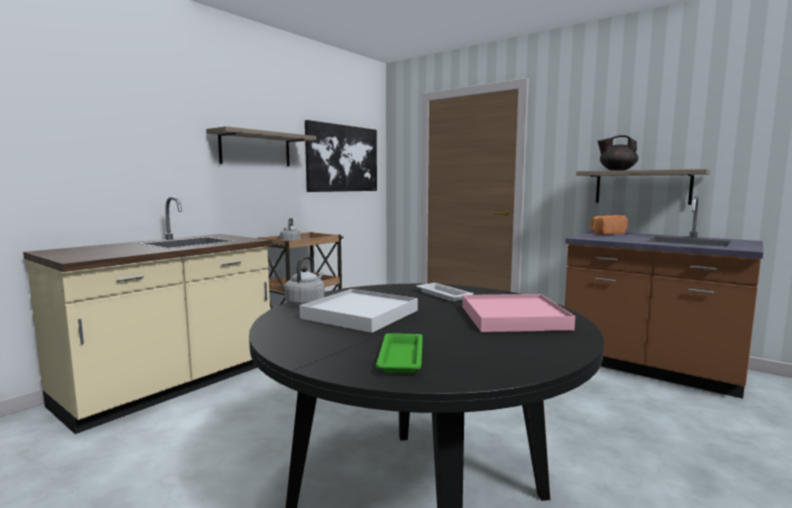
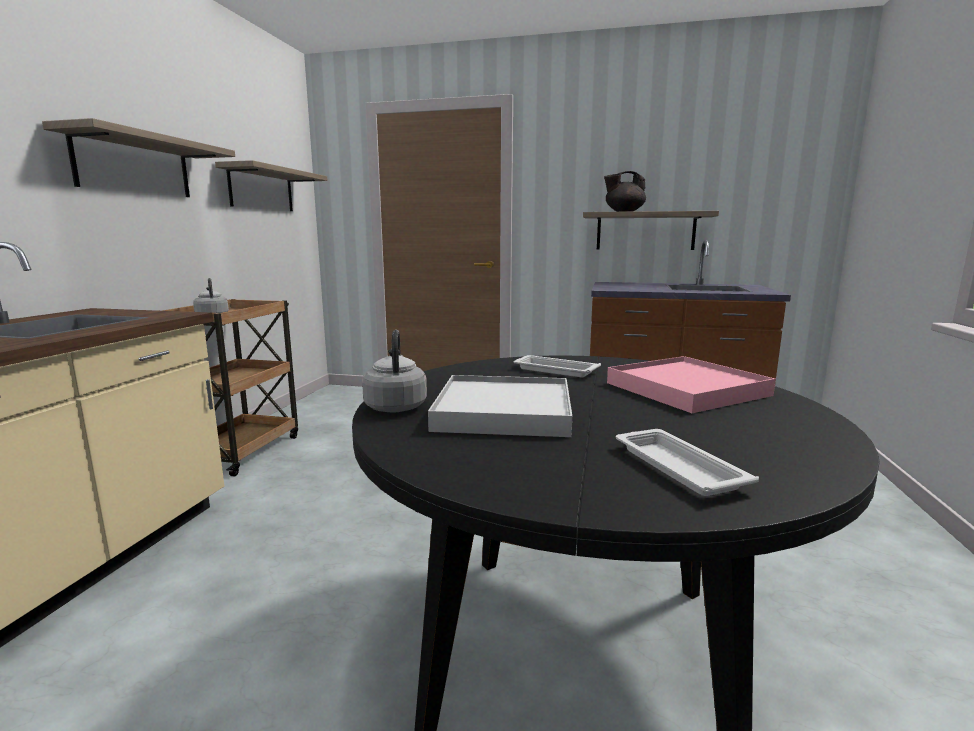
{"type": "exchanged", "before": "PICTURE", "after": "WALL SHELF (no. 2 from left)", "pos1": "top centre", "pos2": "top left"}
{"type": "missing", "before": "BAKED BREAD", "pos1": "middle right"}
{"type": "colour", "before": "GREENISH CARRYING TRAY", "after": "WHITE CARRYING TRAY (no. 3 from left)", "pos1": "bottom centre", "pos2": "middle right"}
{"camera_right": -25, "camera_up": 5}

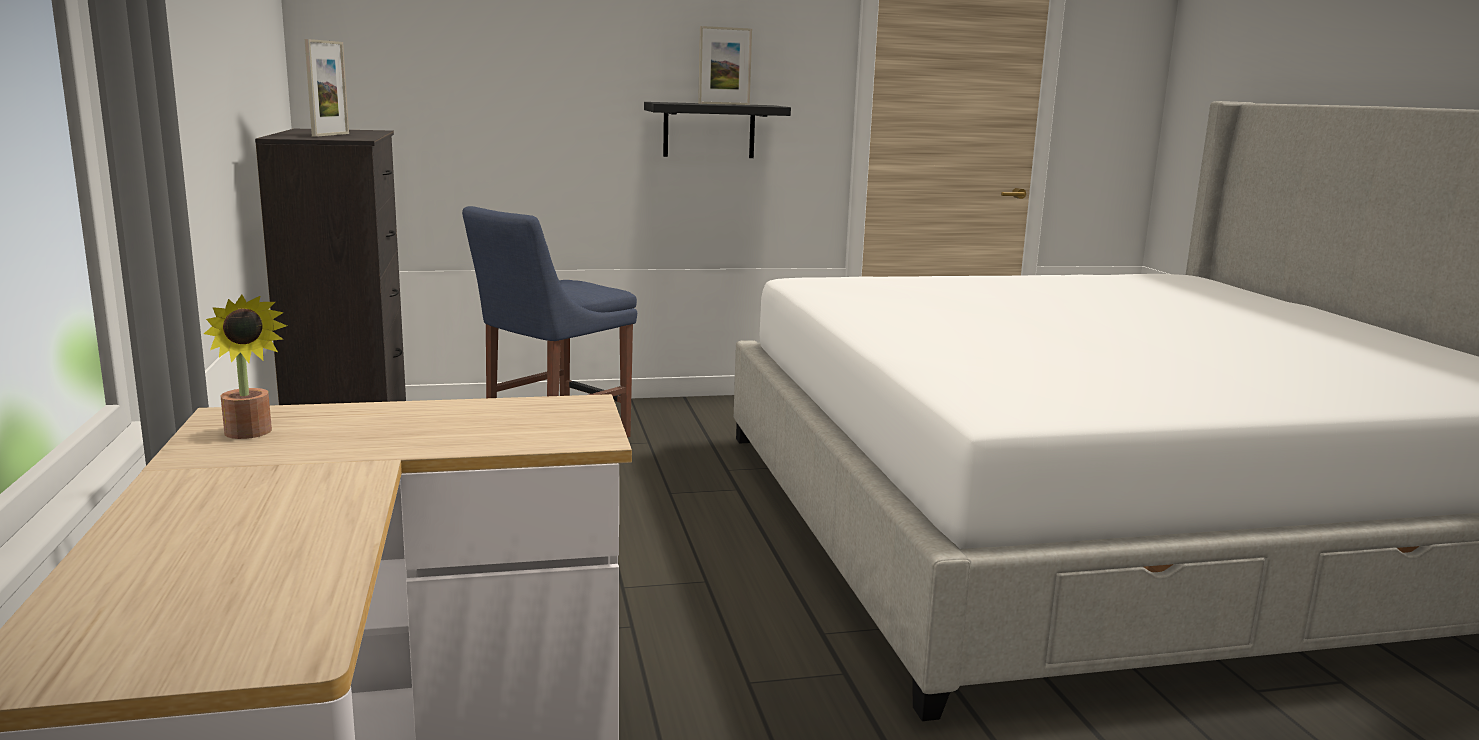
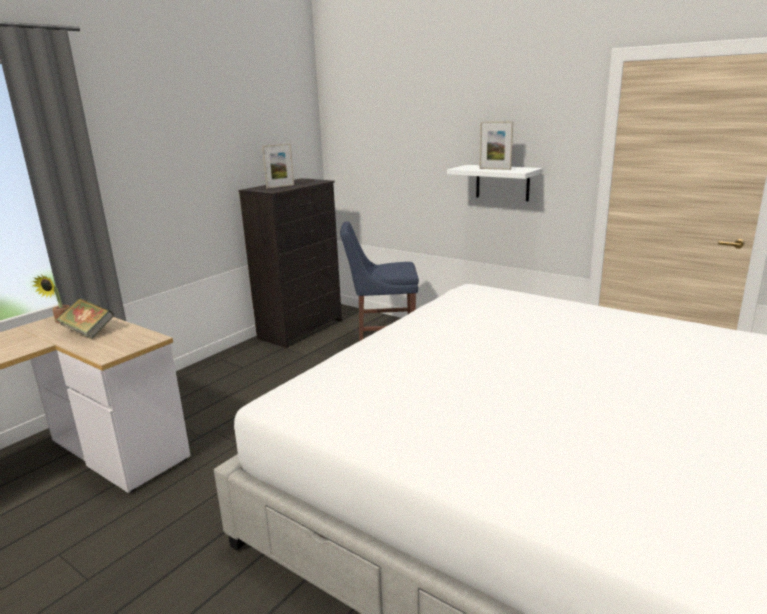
{"type": "colour", "before": "BLACKISH WALL SHELF", "after": "WHITE WALL SHELF", "pos1": "top centre", "pos2": "top centre"}
{"type": "appeared", "after": "BOOK", "pos2": "middle left"}
{"camera_right": 50, "camera_up": 5}

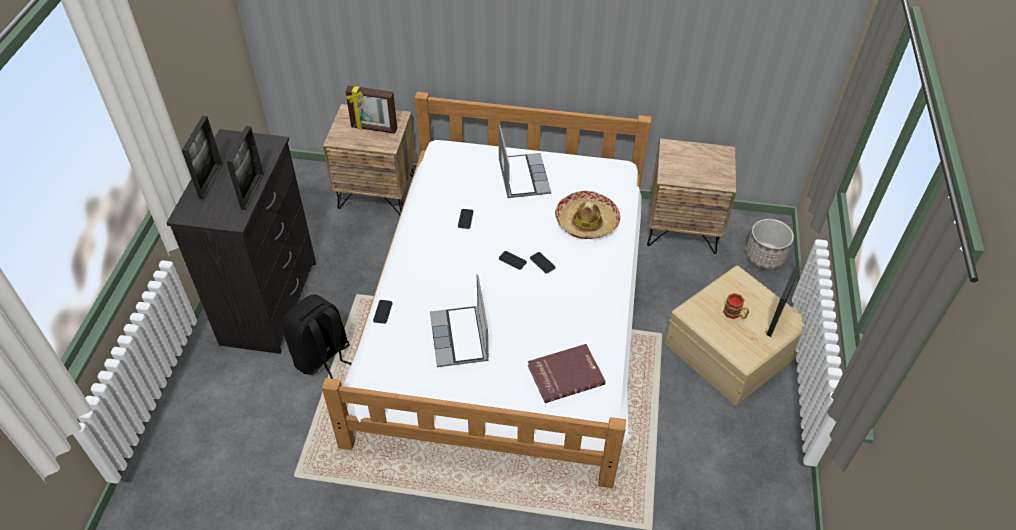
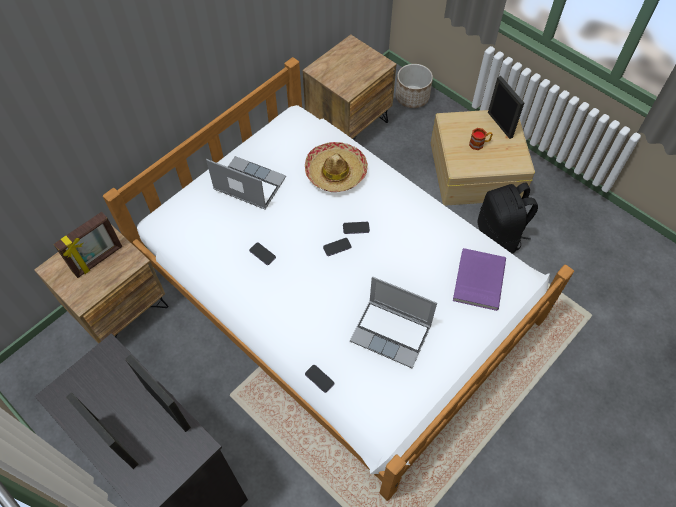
{"type": "relocated", "before": "BLACKISH KNAPSACK", "pos1": "middle left", "pos2": "middle right"}
{"type": "colour", "before": "RED-COLOURED BOOK", "after": "PURPLE-COLOURED BOOK", "pos1": "bottom centre", "pos2": "middle right"}
{"camera_right": -55, "camera_up": 10}

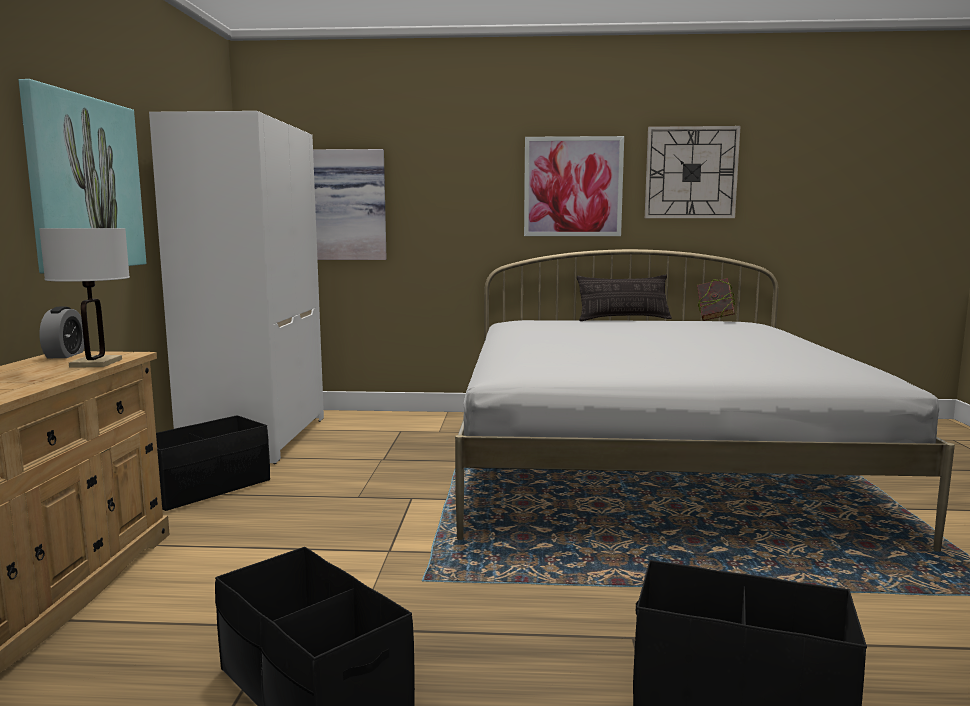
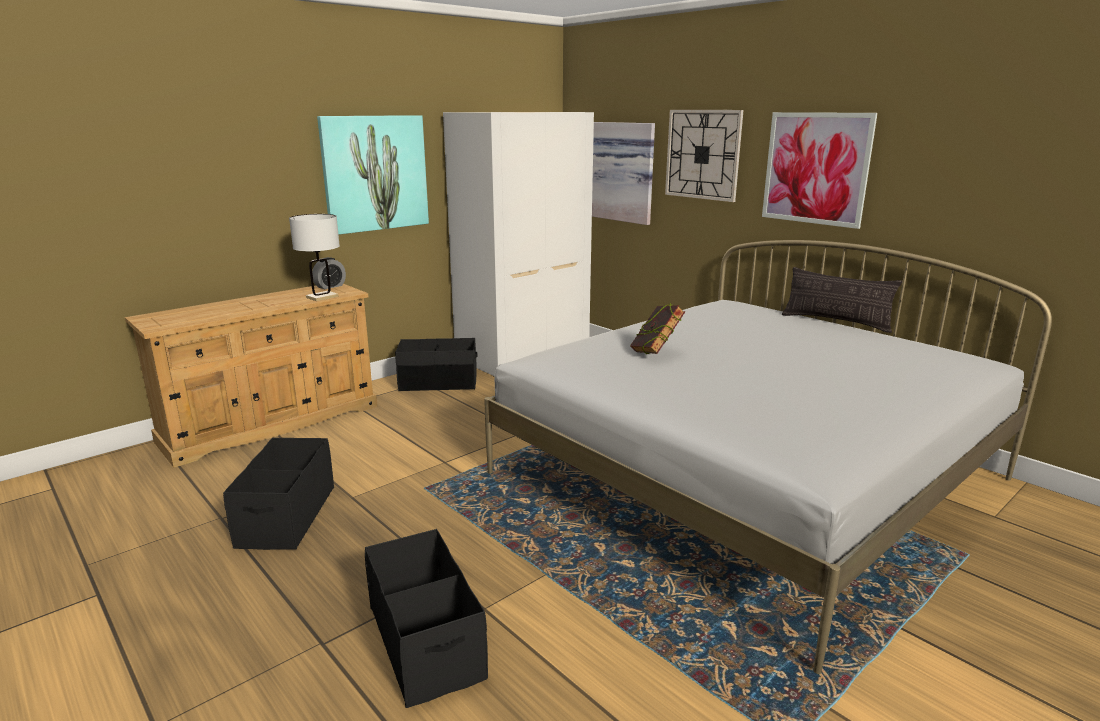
{"type": "relocated", "before": "HANGING CLOCK", "pos1": "top right", "pos2": "top centre"}
{"type": "relocated", "before": "BOOK", "pos1": "middle right", "pos2": "centre"}
{"camera_right": 45, "camera_up": 10}

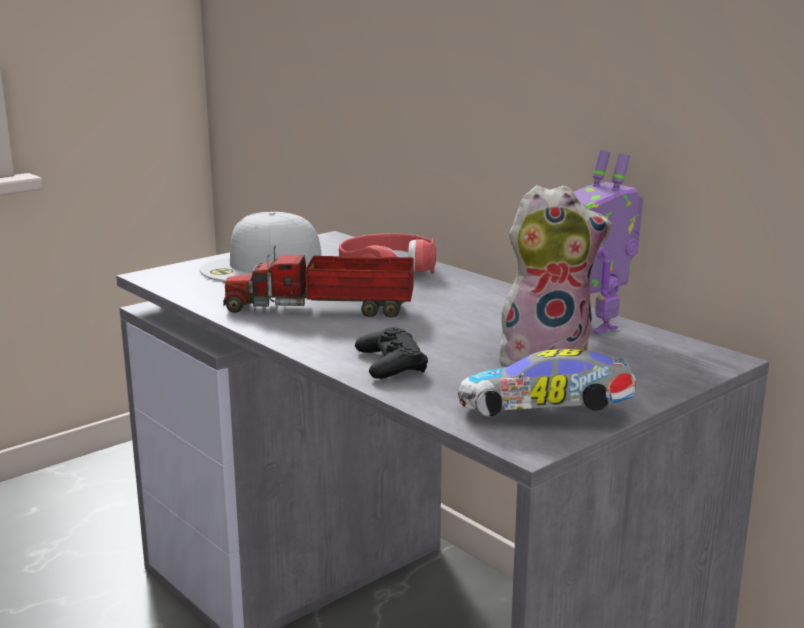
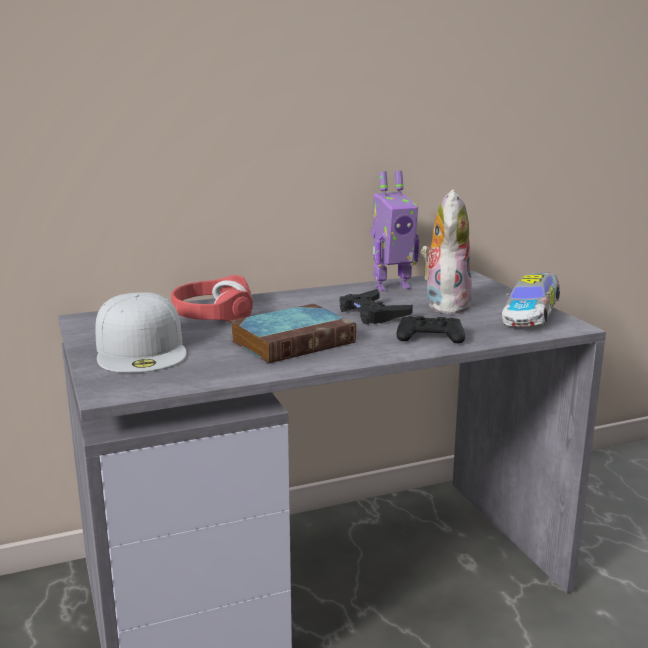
{"type": "exchanged", "before": "MODEL TRUCK", "after": "BOOK", "pos1": "centre", "pos2": "centre"}
{"type": "appeared", "after": "BLACKISH GAME CONTROLLER (no. 1 from left)", "pos2": "centre"}
{"camera_right": -70, "camera_up": 0}

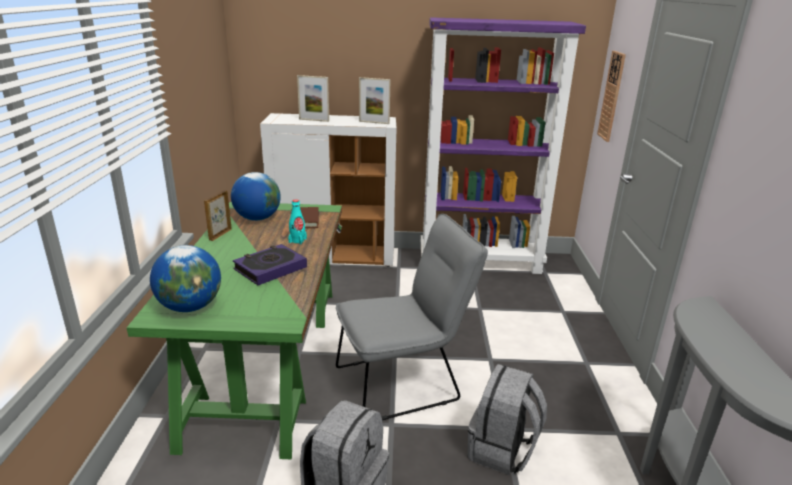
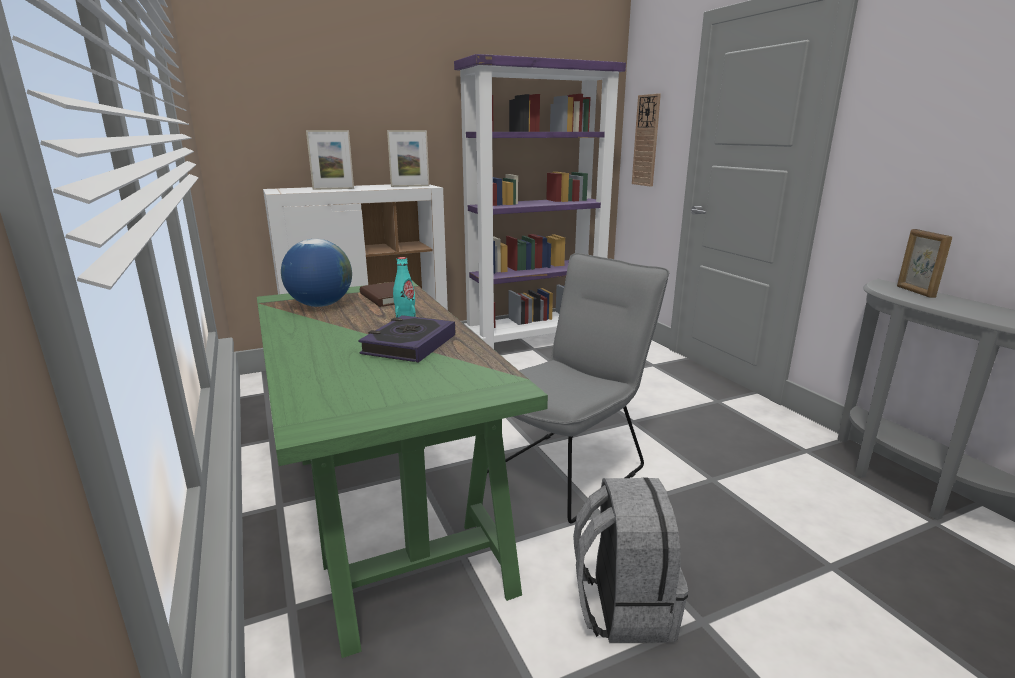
{"type": "relocated", "before": "PHOTO FRAME (no. 1 from left in the first image)", "after": "PHOTO FRAME (no. 3 from left)", "pos1": "middle left", "pos2": "middle right"}
{"type": "missing", "before": "DESK GLOBE (no. 1 from left)", "pos1": "middle left"}
{"type": "missing", "before": "GREY KNAPSACK (no. 2 from left)", "pos1": "bottom centre"}
{"camera_right": -25, "camera_up": -5}

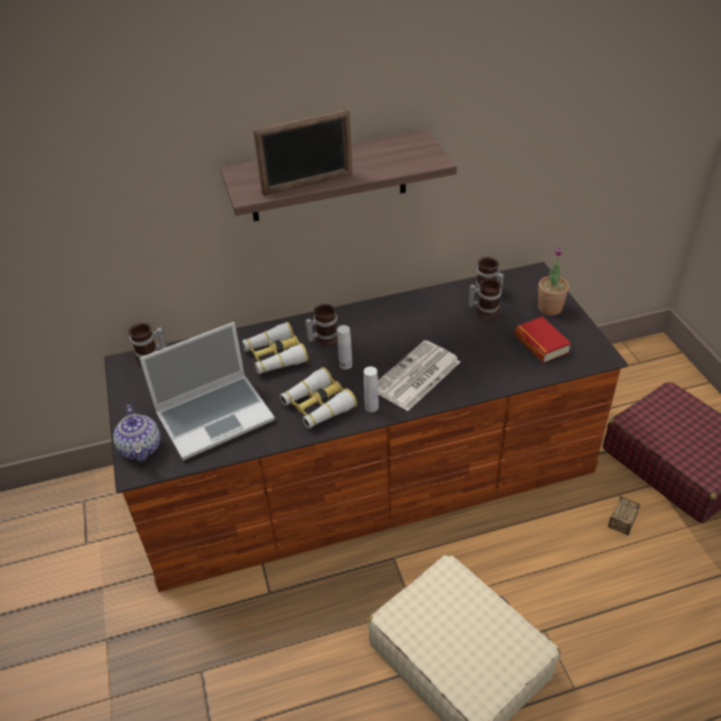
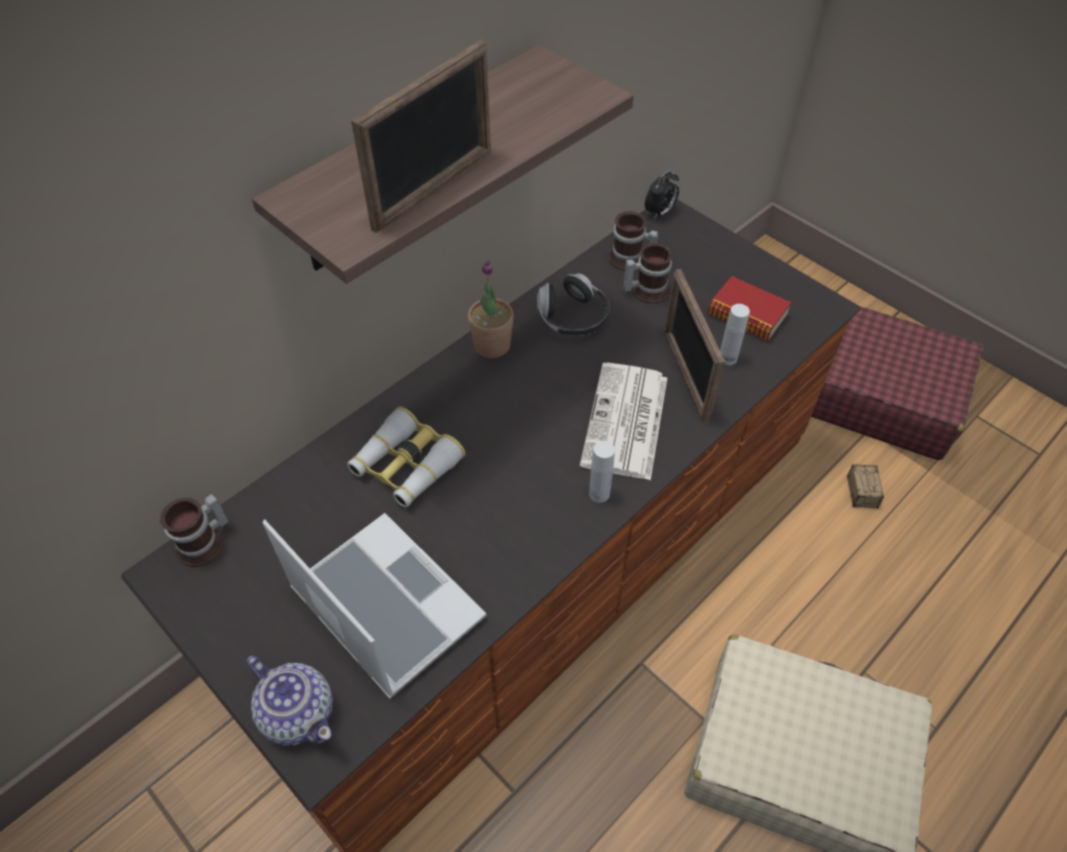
{"type": "relocated", "before": "POTTED PLANT", "pos1": "middle right", "pos2": "centre"}
{"type": "missing", "before": "COFFEE MUG (no. 2 from left)", "pos1": "centre"}
{"type": "spun", "before": "PORTABLE COMPUTER", "pos1": "middle left", "pos2": "bottom centre", "turn": -75}
{"type": "relocated", "before": "WHITE BOTTLE (no. 1 from left in the first image)", "after": "WHITE BOTTLE (no. 2 from left)", "pos1": "centre", "pos2": "middle right"}
{"type": "missing", "before": "FIELD GLASSES (no. 2 from left)", "pos1": "centre"}
{"type": "appeared", "after": "TABLE CLOCK", "pos2": "top centre"}
{"type": "appeared", "after": "PHOTO FRAME (no. 2 from left)", "pos2": "centre"}
{"type": "appeared", "after": "HEADPHONES", "pos2": "centre"}
{"camera_right": -30, "camera_up": 10}

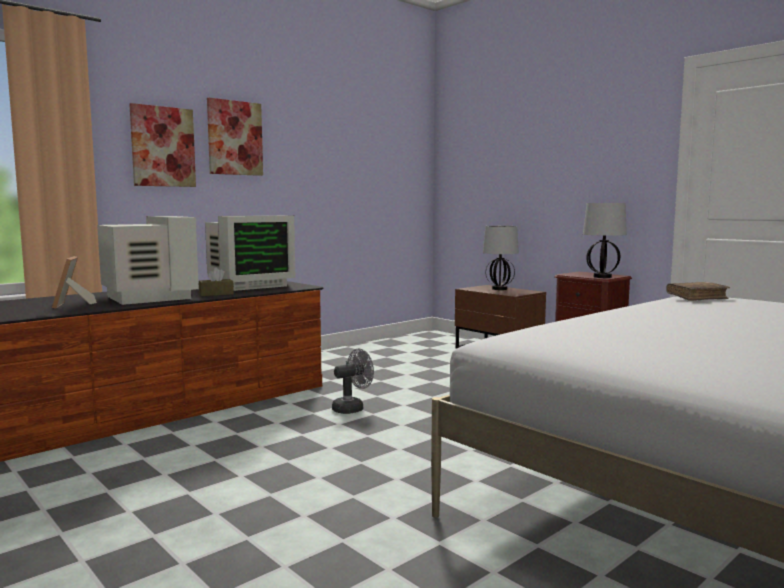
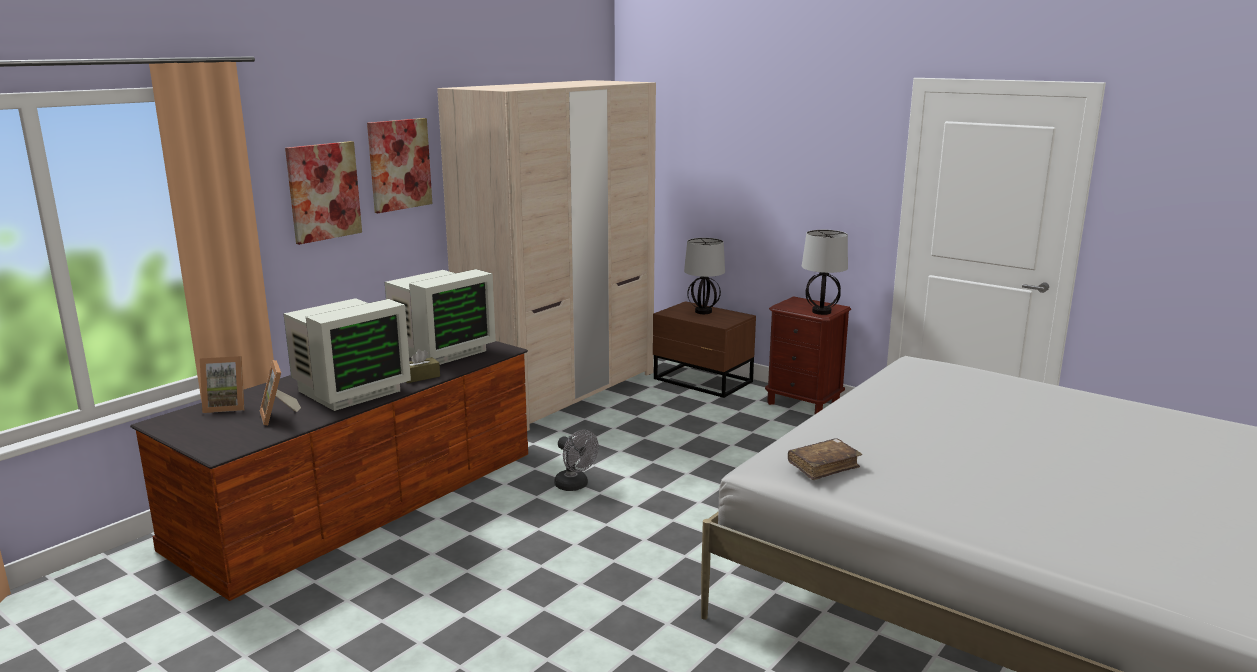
{"type": "spun", "before": "COMPUTER DISPLAY (no. 1 from left)", "pos1": "middle left", "pos2": "middle left", "turn": 90}
{"type": "relocated", "before": "BROWN-COLOURED BOOK", "pos1": "middle right", "pos2": "bottom centre"}
{"type": "spun", "before": "GREY ELECTRIC FAN", "pos1": "centre", "pos2": "bottom centre", "turn": 90}
{"type": "appeared", "after": "BEIGE ARMOIRE", "pos2": "centre"}
{"type": "appeared", "after": "PHOTO FRAME (no. 1 from left)", "pos2": "middle left"}
{"camera_right": -10, "camera_up": 10}

